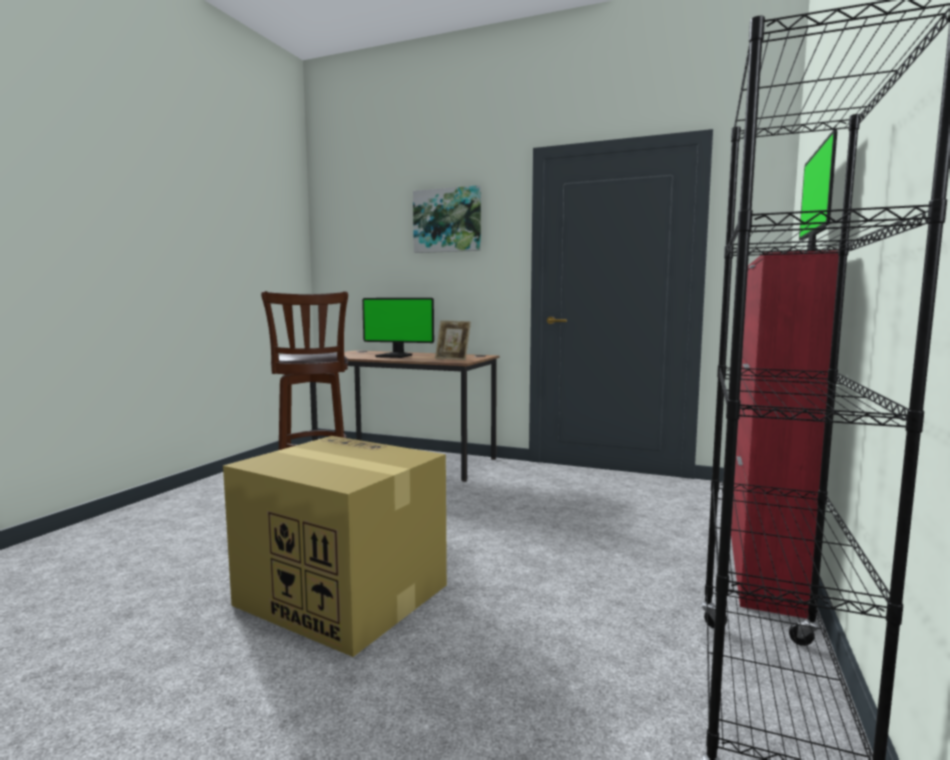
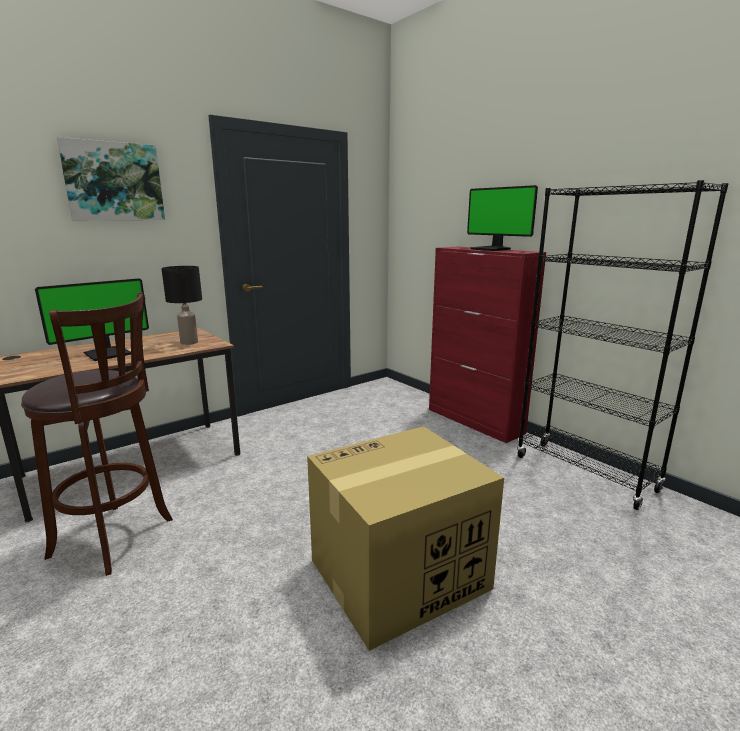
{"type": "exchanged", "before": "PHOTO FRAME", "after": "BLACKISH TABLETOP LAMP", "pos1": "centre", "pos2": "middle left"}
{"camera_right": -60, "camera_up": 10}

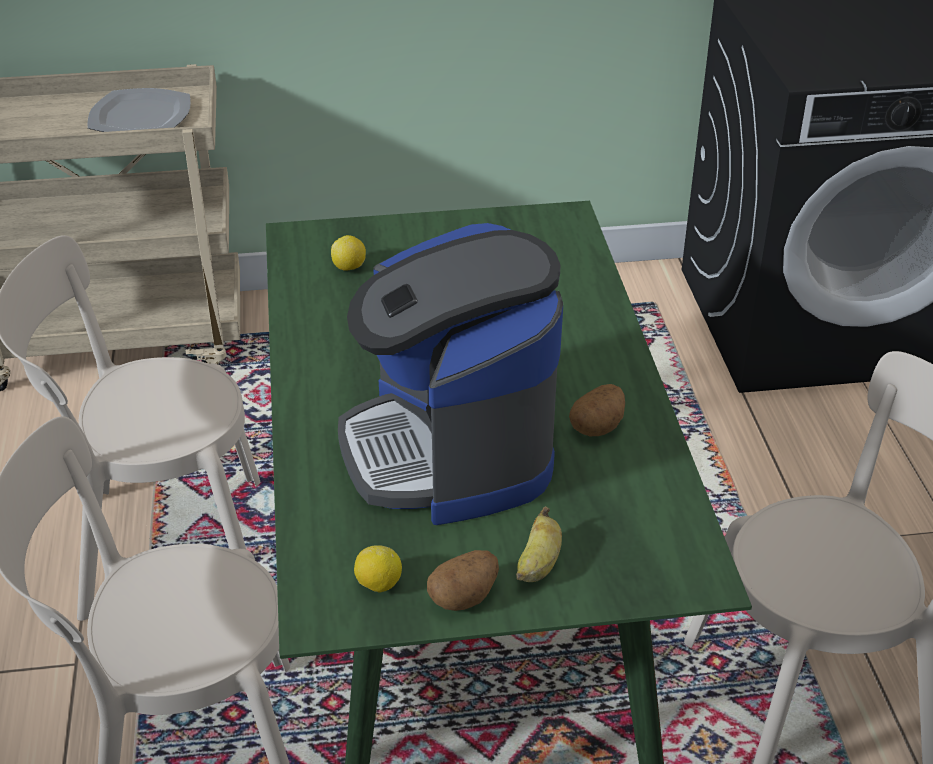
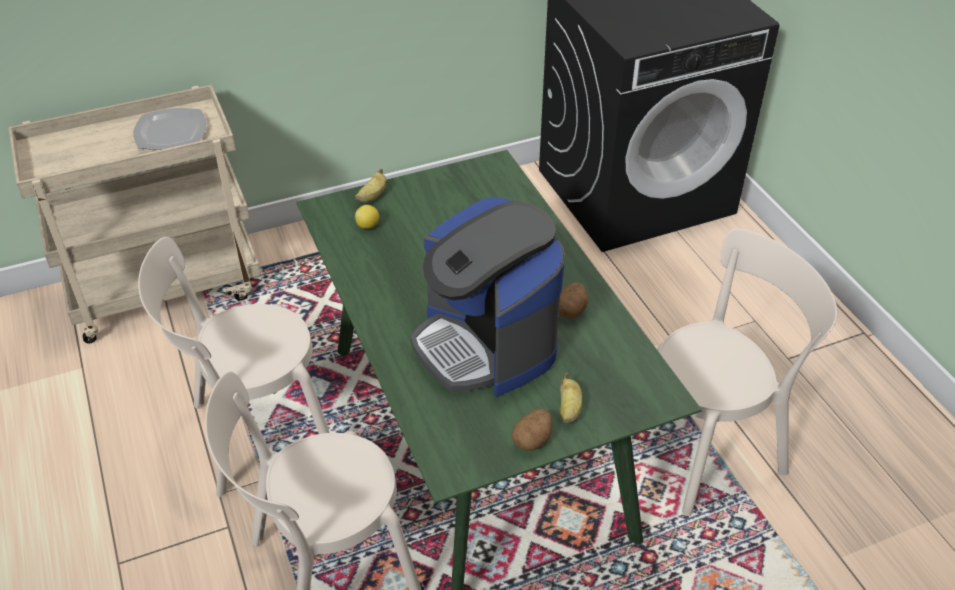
{"type": "missing", "before": "WHOLE LEMON (no. 2 from left)", "pos1": "bottom centre"}
{"type": "appeared", "after": "BANANA (no. 1 from left)", "pos2": "top centre"}
{"camera_right": -15, "camera_up": 5}

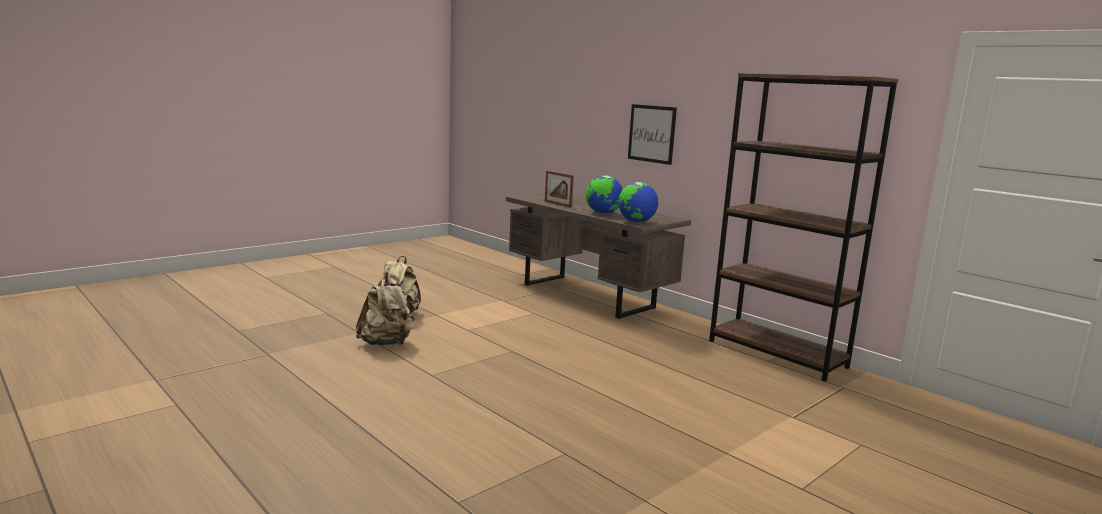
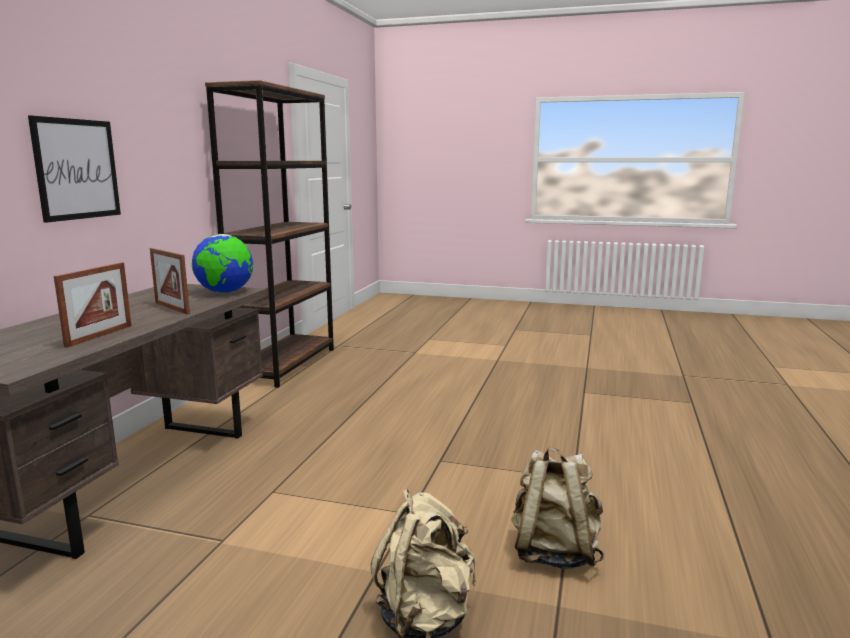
{"type": "exchanged", "before": "DESK GLOBE (no. 1 from left)", "after": "PHOTO FRAME (no. 2 from left)", "pos1": "centre", "pos2": "middle left"}
{"camera_right": -120, "camera_up": 0}

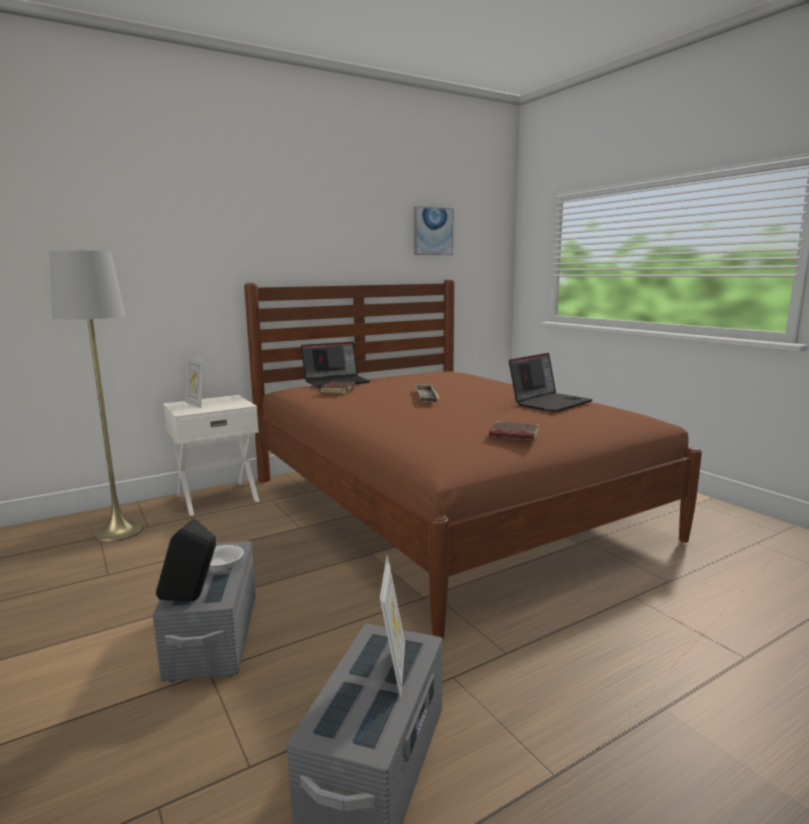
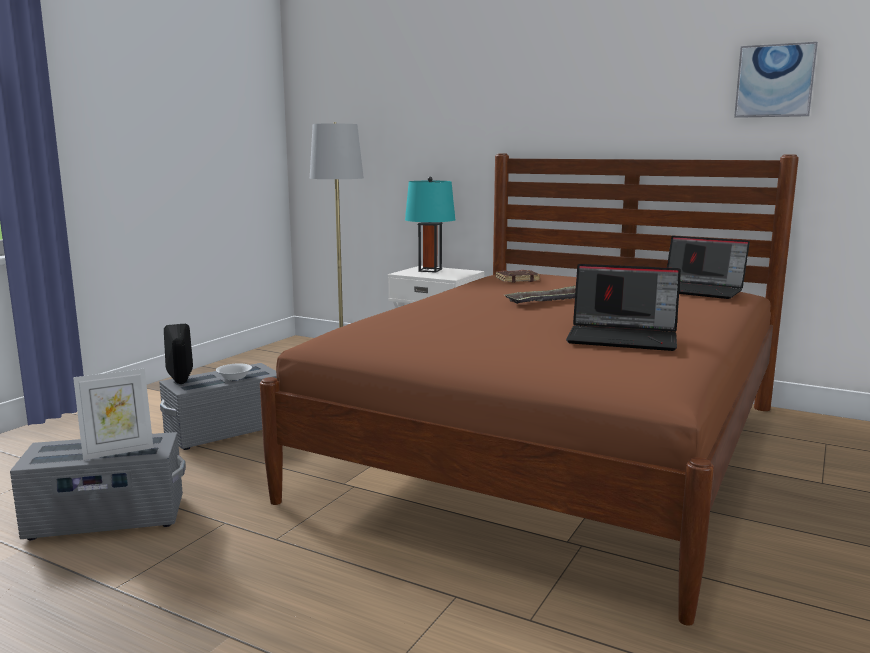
{"type": "relocated", "before": "PORTABLE COMPUTER (no. 1 from left in the first image)", "after": "PORTABLE COMPUTER (no. 2 from left)", "pos1": "centre", "pos2": "middle right"}
{"type": "exchanged", "before": "PHOTO FRAME (no. 1 from left)", "after": "BLUE-GREEN TABLETOP LAMP", "pos1": "middle left", "pos2": "centre"}
{"type": "missing", "before": "BROWN-COLOURED BOOK (no. 2 from left)", "pos1": "centre"}
{"camera_right": 60, "camera_up": 0}

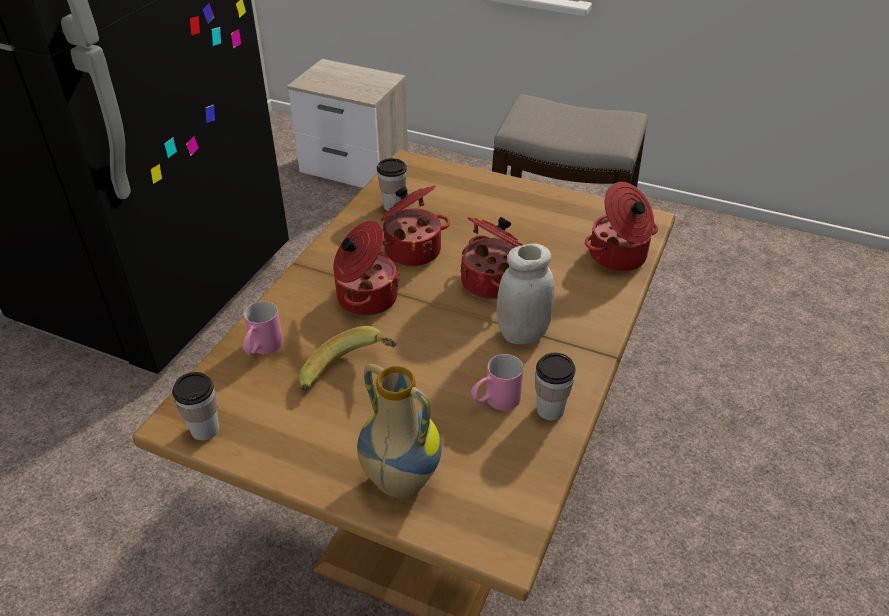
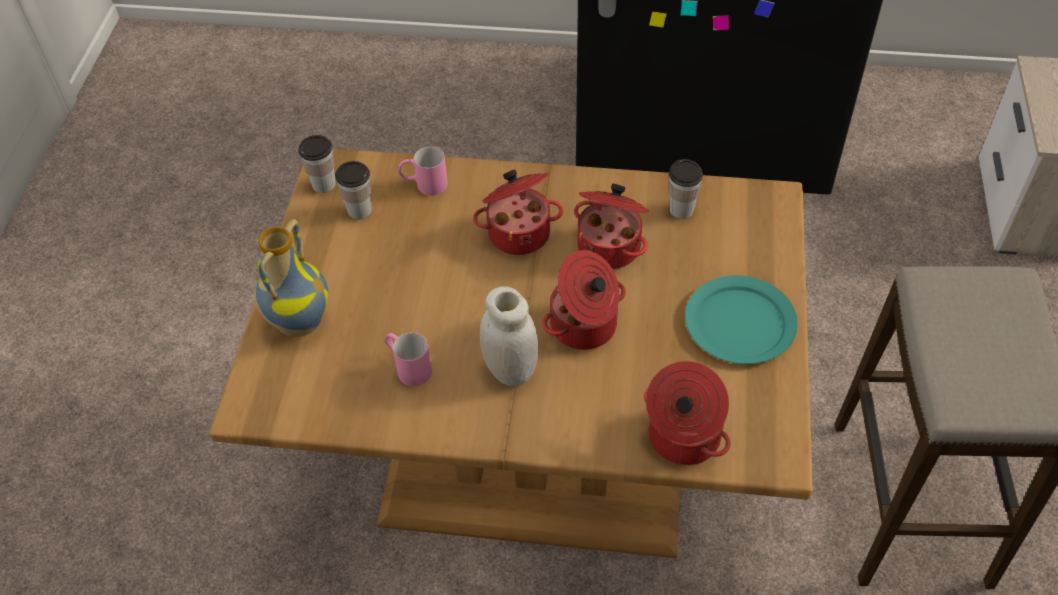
{"type": "missing", "before": "BANANA", "pos1": "centre"}
{"type": "relocated", "before": "DRINKING CUP (no. 3 from left in the first image)", "after": "DRINKING CUP (no. 2 from left)", "pos1": "centre", "pos2": "top centre"}
{"type": "appeared", "after": "BLUE-GREEN PLATE", "pos2": "middle right"}
{"camera_right": 75, "camera_up": 10}

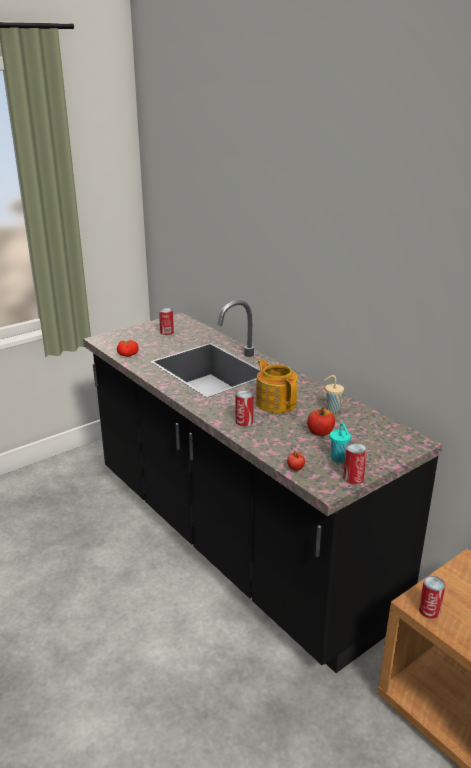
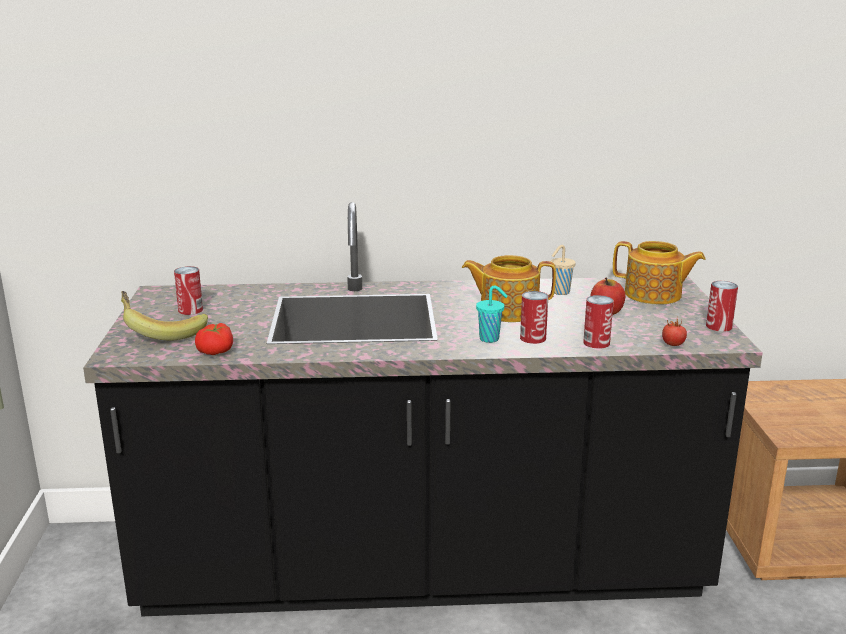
{"type": "relocated", "before": "BLUE-GREEN DRINKING CUP", "pos1": "middle right", "pos2": "centre"}
{"type": "relocated", "before": "CAN (no. 4 from left in the first image)", "after": "CAN (no. 3 from left)", "pos1": "bottom right", "pos2": "middle right"}
{"type": "appeared", "after": "TEAPOT (no. 2 from left)", "pos2": "middle right"}
{"type": "appeared", "after": "BANANA", "pos2": "middle left"}
{"camera_right": -55, "camera_up": -5}

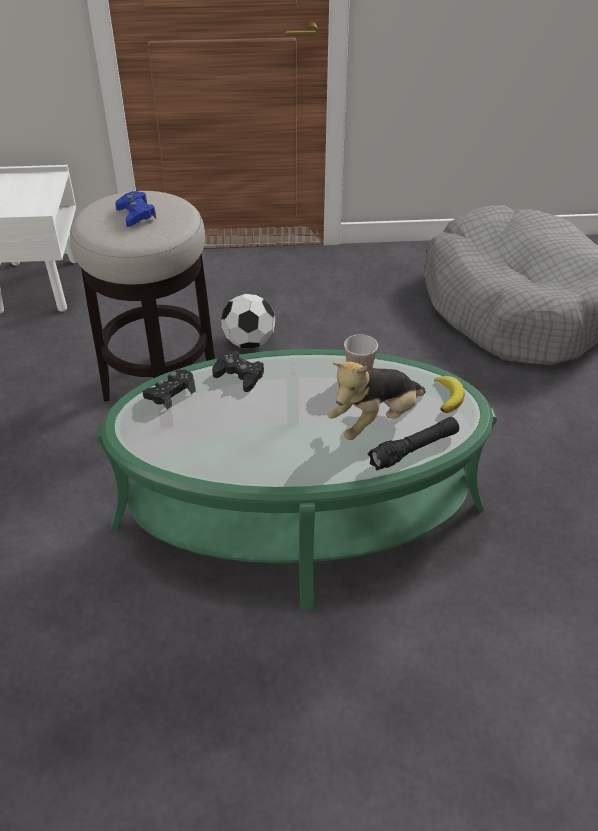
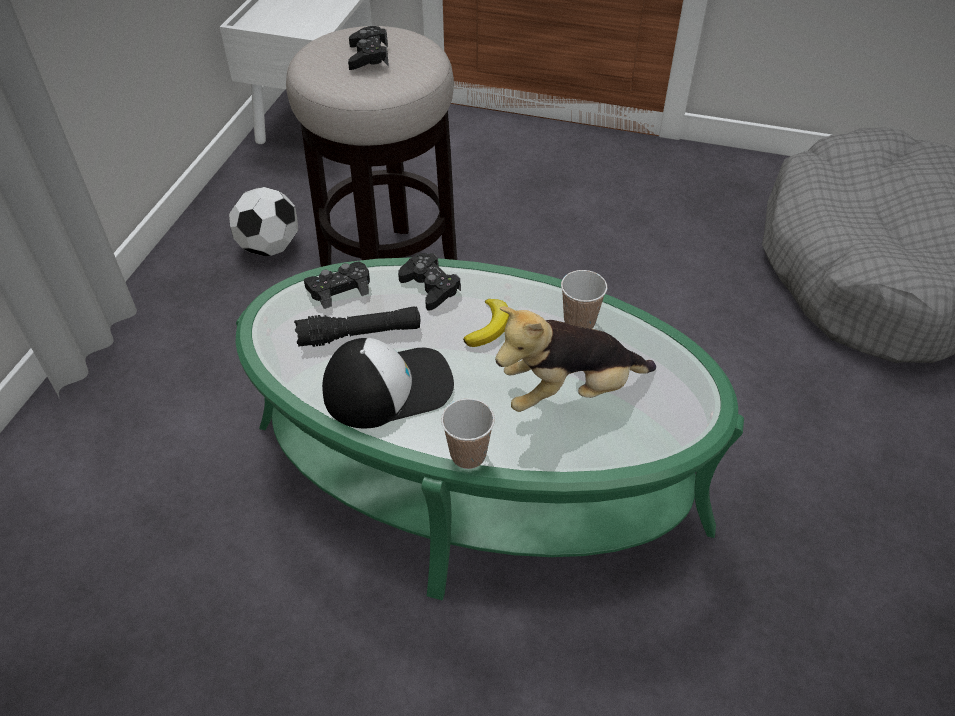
{"type": "colour", "before": "BLUE-COLOURED GAME CONTROLLER", "after": "BLACKISH GAME CONTROLLER (no. 2 from left)", "pos1": "top left", "pos2": "top centre"}
{"type": "relocated", "before": "FOOTBALL BALL", "pos1": "centre", "pos2": "top left"}
{"type": "relocated", "before": "BANANA", "pos1": "middle right", "pos2": "centre"}
{"type": "relocated", "before": "BLACKISH FLASHLIGHT", "pos1": "middle right", "pos2": "centre"}
{"type": "appeared", "after": "BASEBALL CAP", "pos2": "centre"}
{"type": "appeared", "after": "DRINKING CUP (no. 1 from left)", "pos2": "centre"}
{"camera_right": 20, "camera_up": 5}

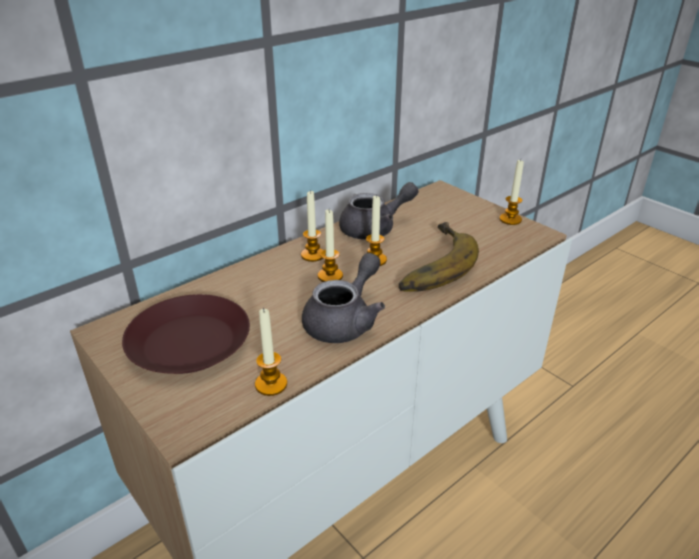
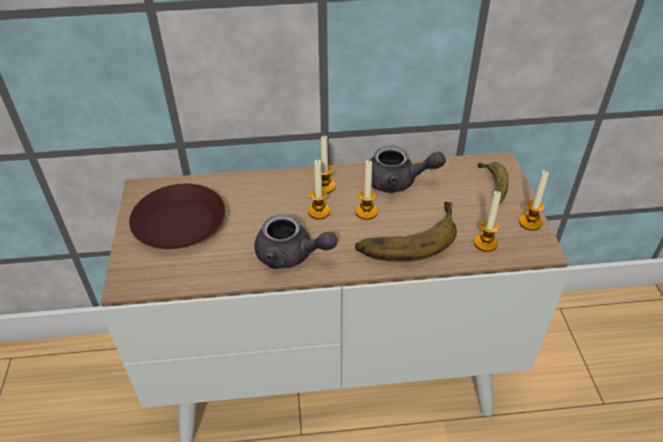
{"type": "spun", "before": "GREY TEAPOT (no. 1 from left)", "pos1": "centre", "pos2": "centre", "turn": 45}
{"type": "relocated", "before": "CANDLE (no. 1 from left in the first image)", "after": "CANDLE (no. 4 from left)", "pos1": "centre", "pos2": "middle right"}
{"type": "appeared", "after": "BANANA (no. 2 from left)", "pos2": "middle right"}
{"camera_right": 35, "camera_up": 10}

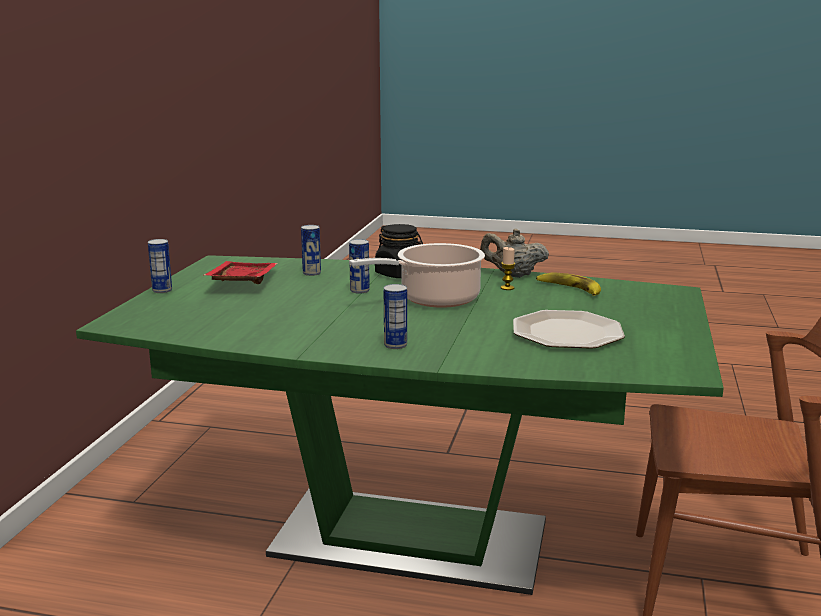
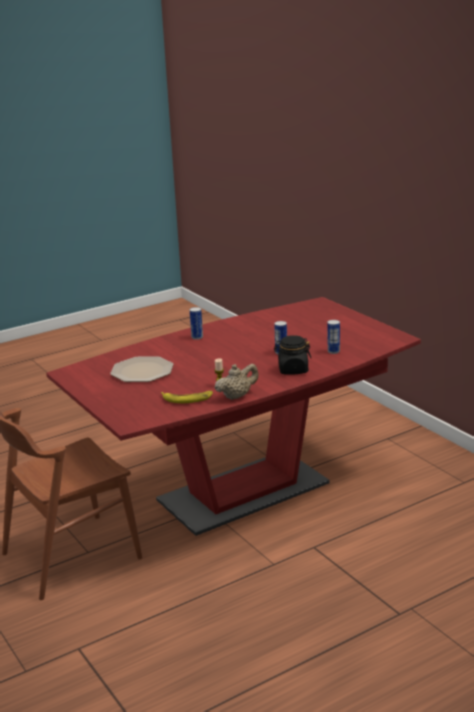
{"type": "missing", "before": "CAN (no. 1 from left)", "pos1": "middle left"}
{"type": "missing", "before": "COOKING POT", "pos1": "centre"}
{"type": "colour", "before": "GREENISH DINNER TABLE", "after": "RED-COLOURED DINNER TABLE", "pos1": "bottom centre", "pos2": "centre"}
{"type": "missing", "before": "RED-COLOURED CARRYING TRAY", "pos1": "middle left"}
{"camera_right": 135, "camera_up": 5}

